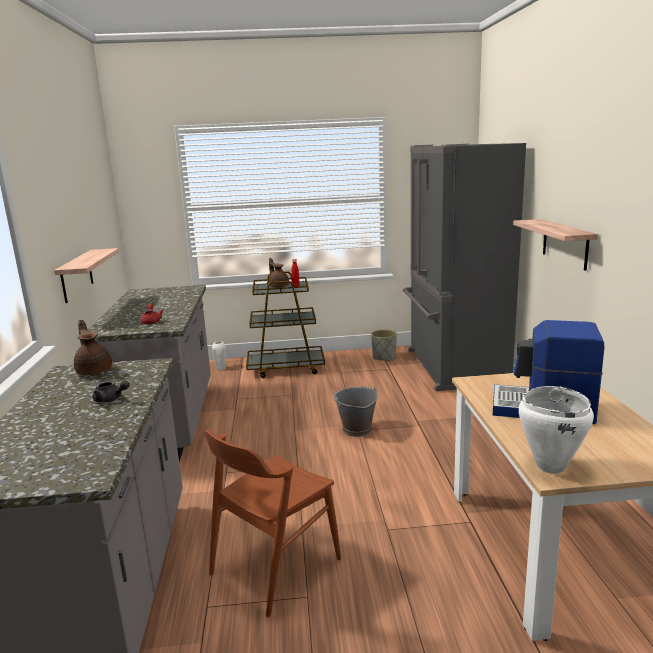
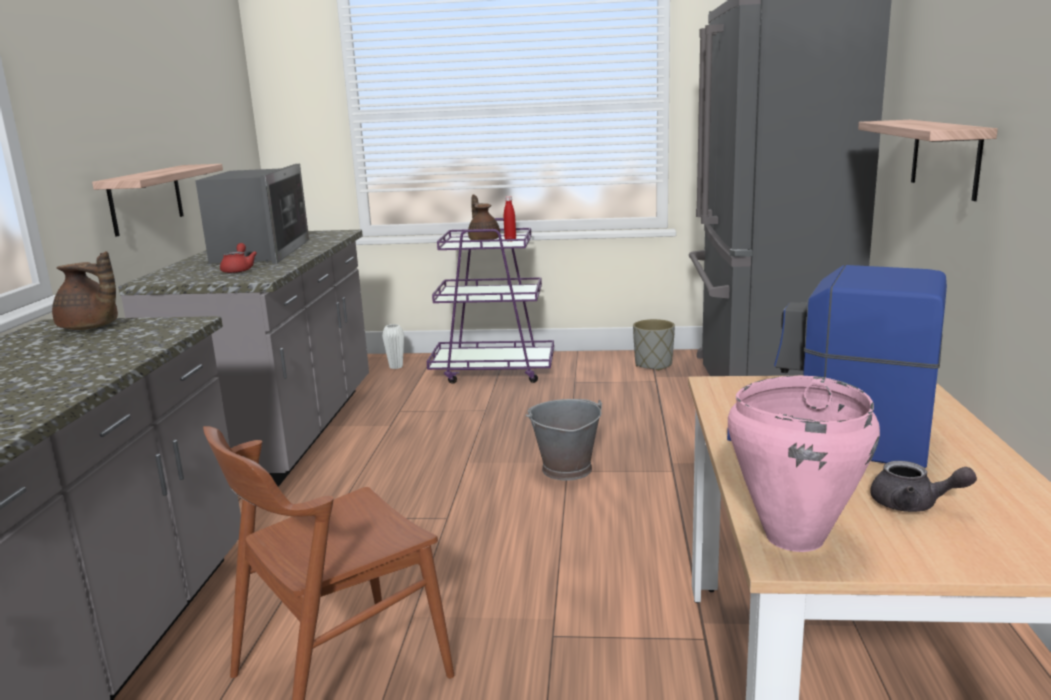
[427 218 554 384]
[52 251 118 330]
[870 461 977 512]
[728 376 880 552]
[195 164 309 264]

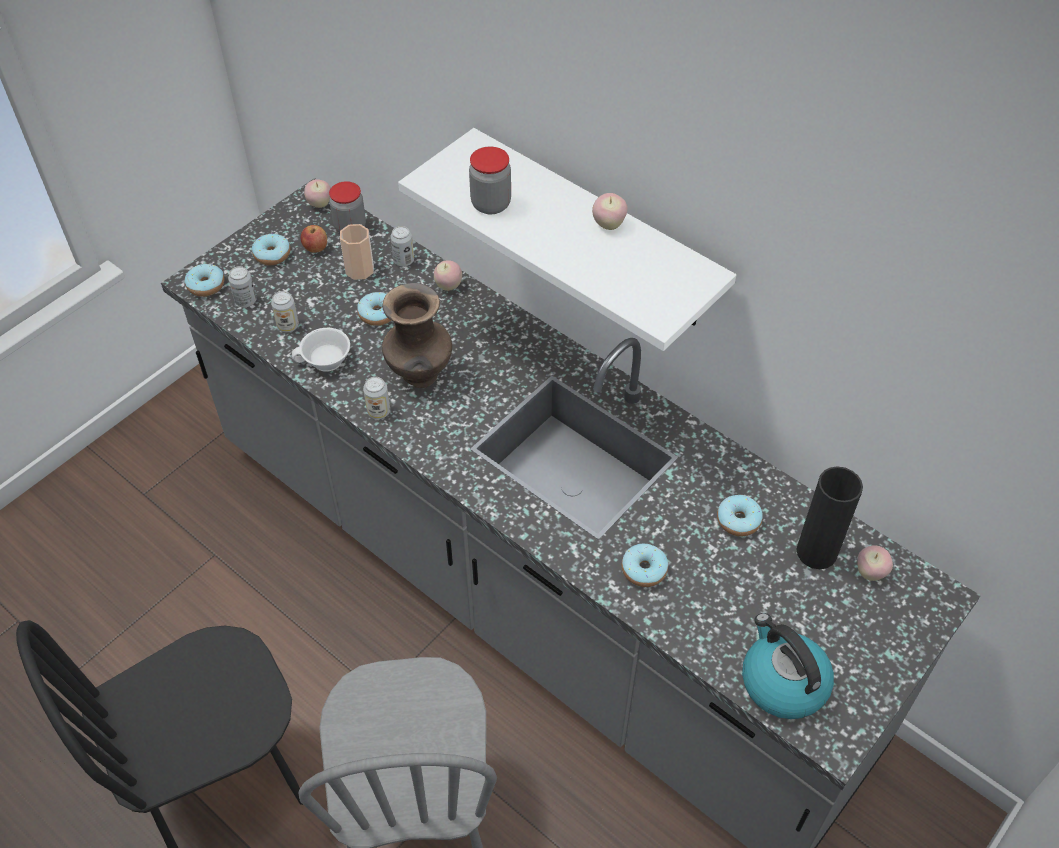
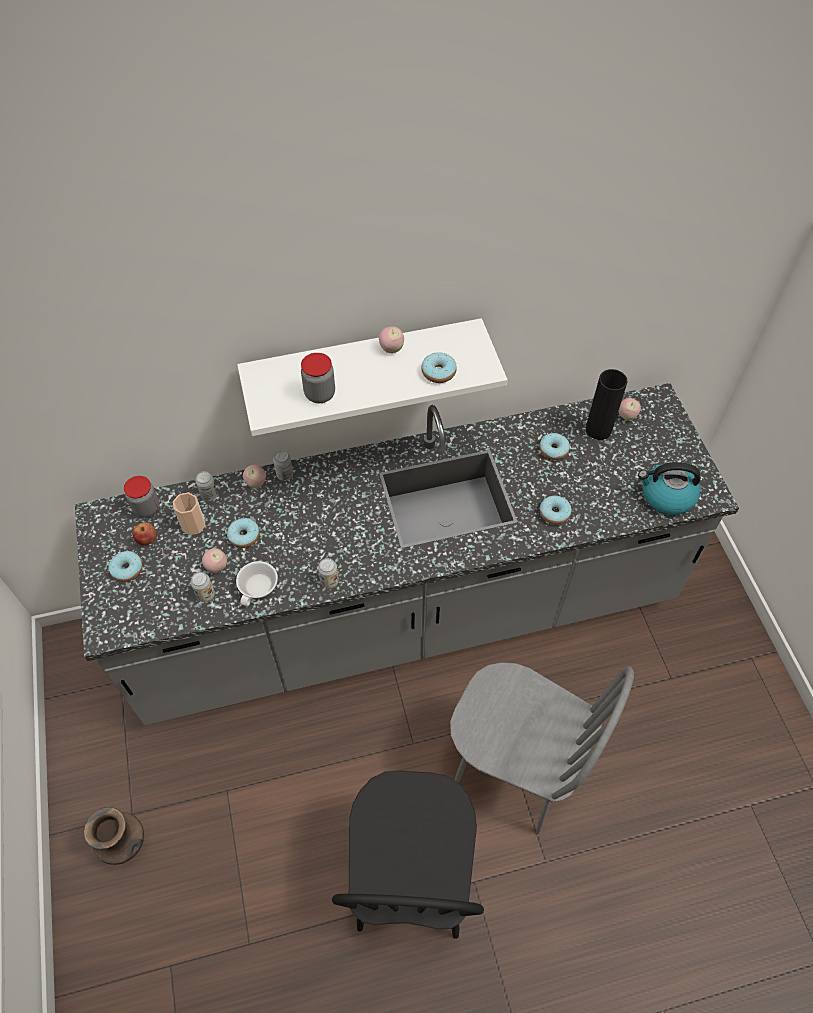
[202 548 227 573]
[421 352 457 383]
[273 451 293 481]
[84 807 144 865]

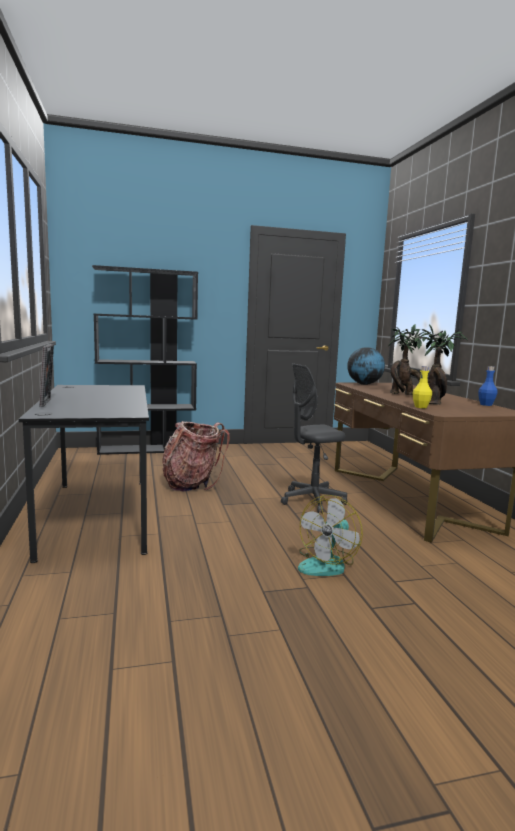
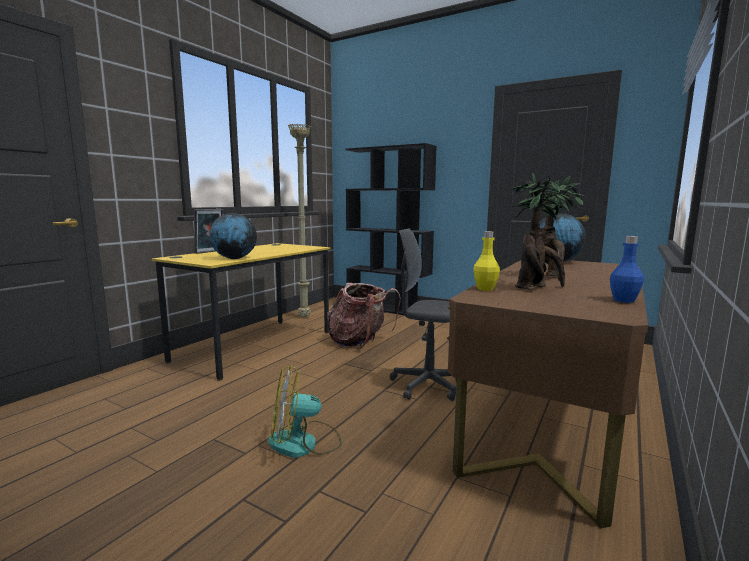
[152 243 330 381]
[288 123 311 318]
[209 213 257 259]

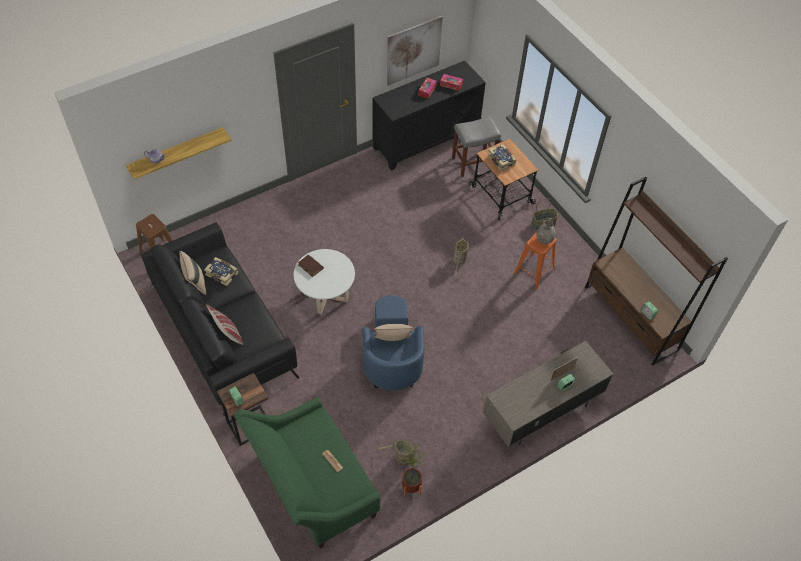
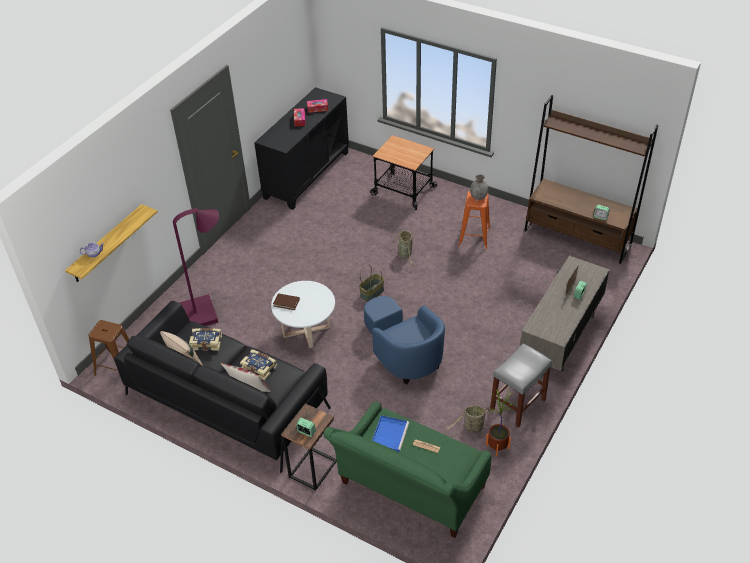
[387 16 443 86] (first image)
[490 344 552 428]
[240 349 277 380]
[359 264 384 302]
[374 324 413 341] (first image)
[173 208 219 326]
[372 415 409 452]

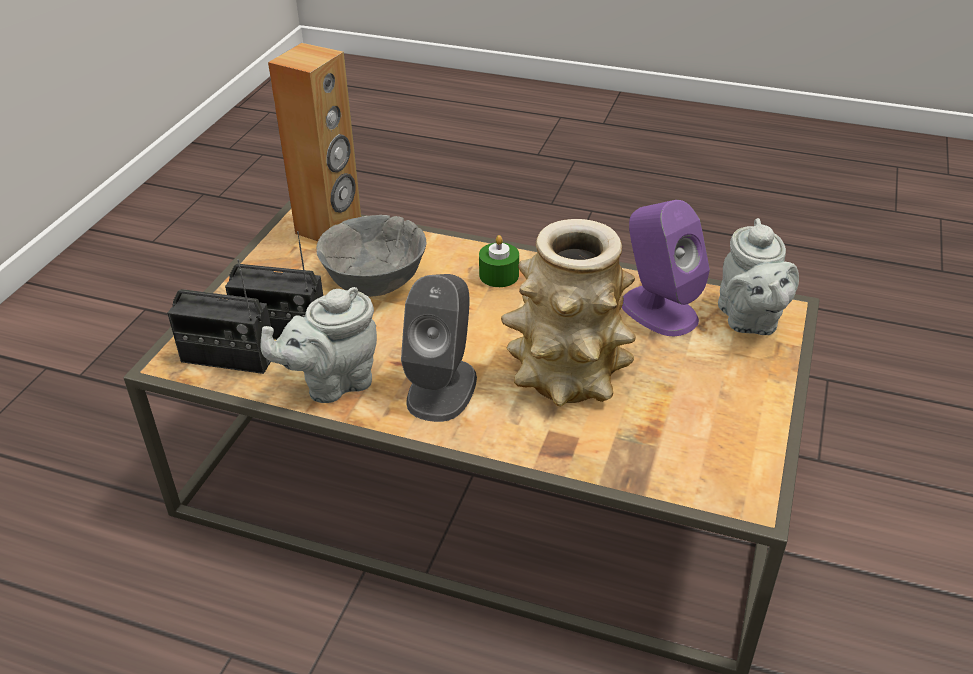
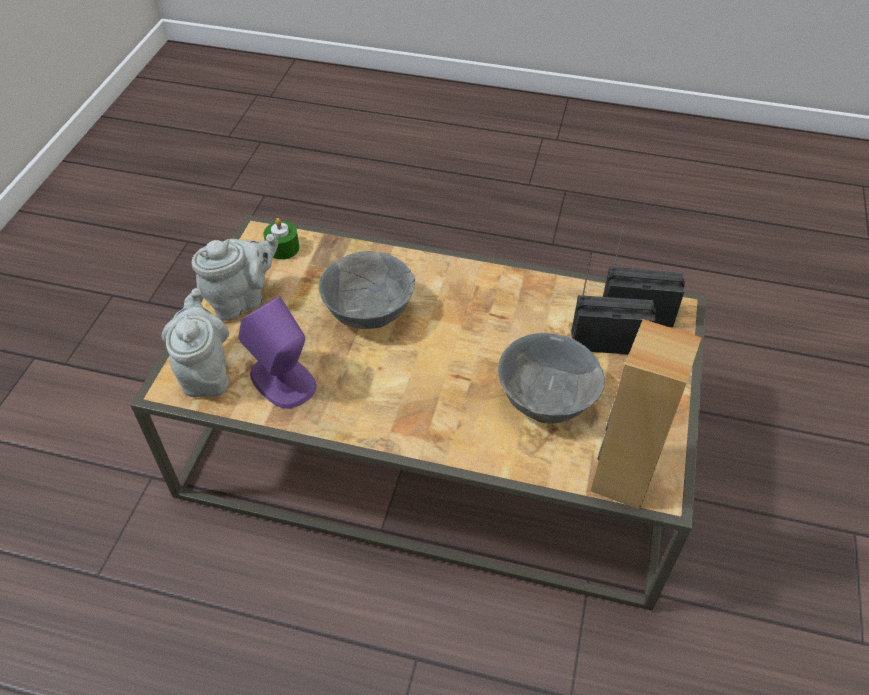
[318 251 415 329]
[264 218 300 260]
[401 274 477 422] (first image)
[192 234 278 321]

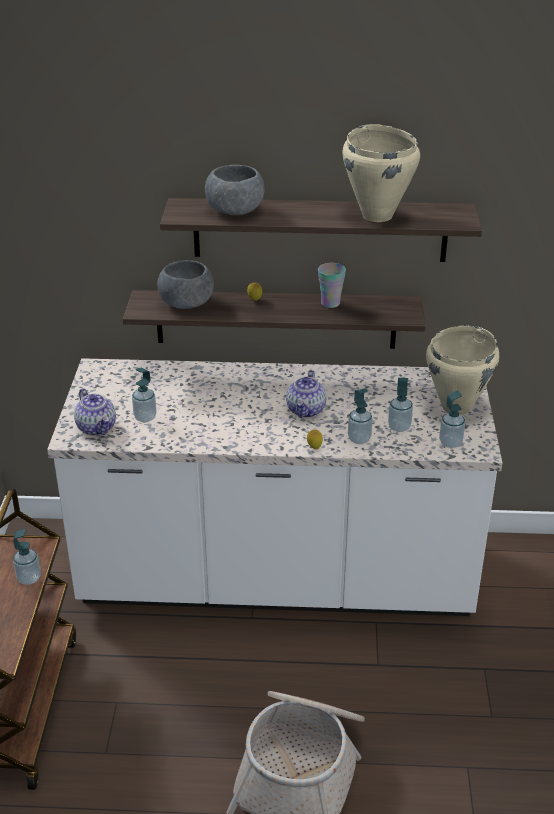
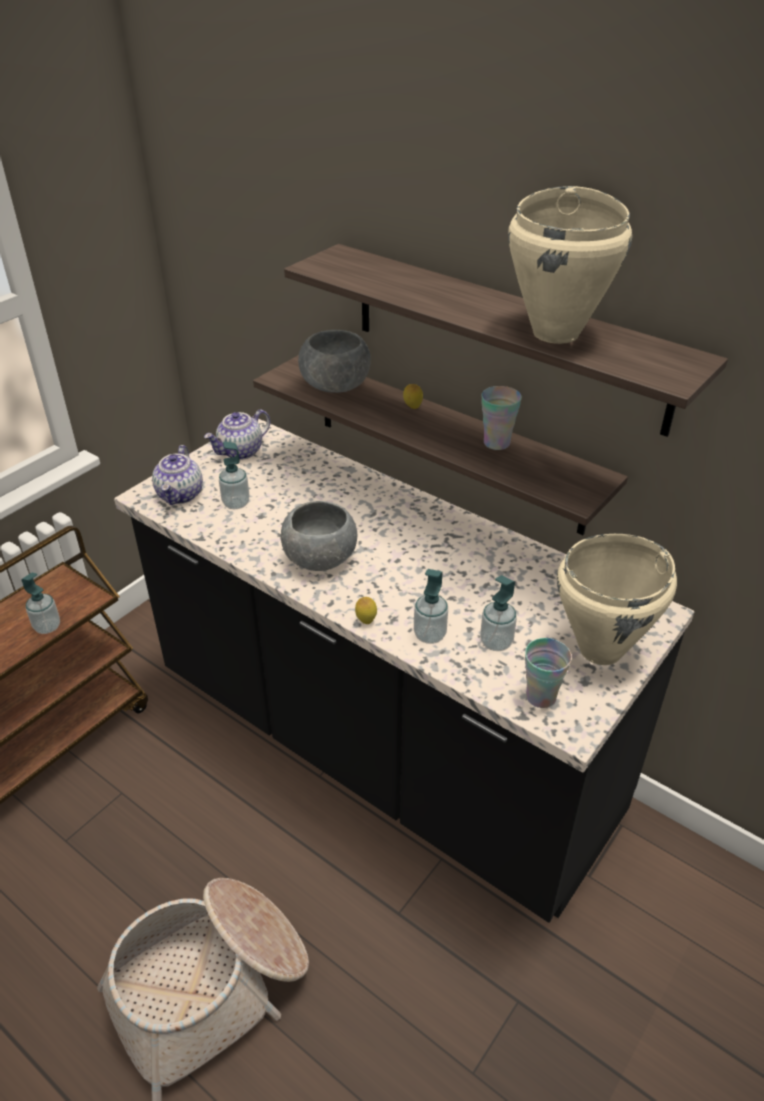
[281 501 357 571]
[114 418 694 923]
[204 409 270 460]
[525 638 572 708]

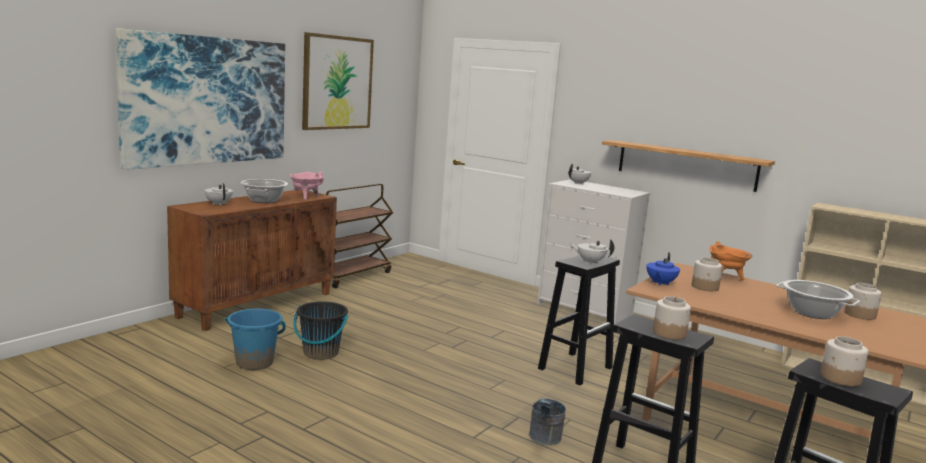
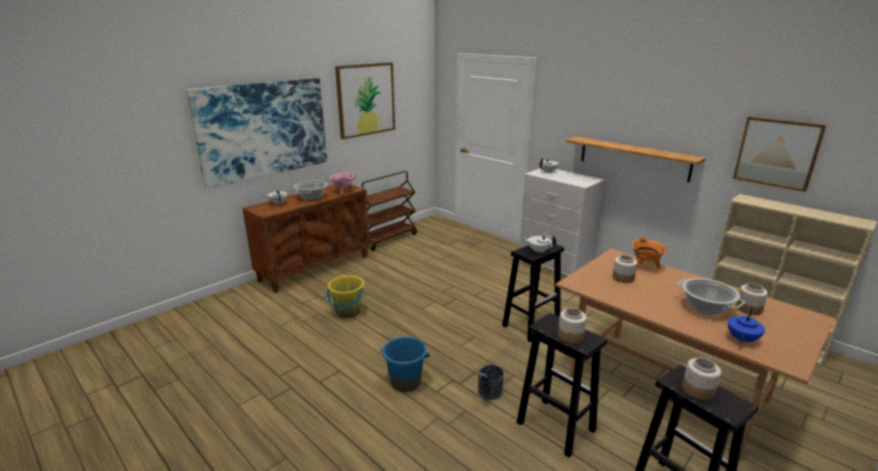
[728 308 765 343]
[327 276 364 318]
[380 337 430 392]
[733 116 826 192]

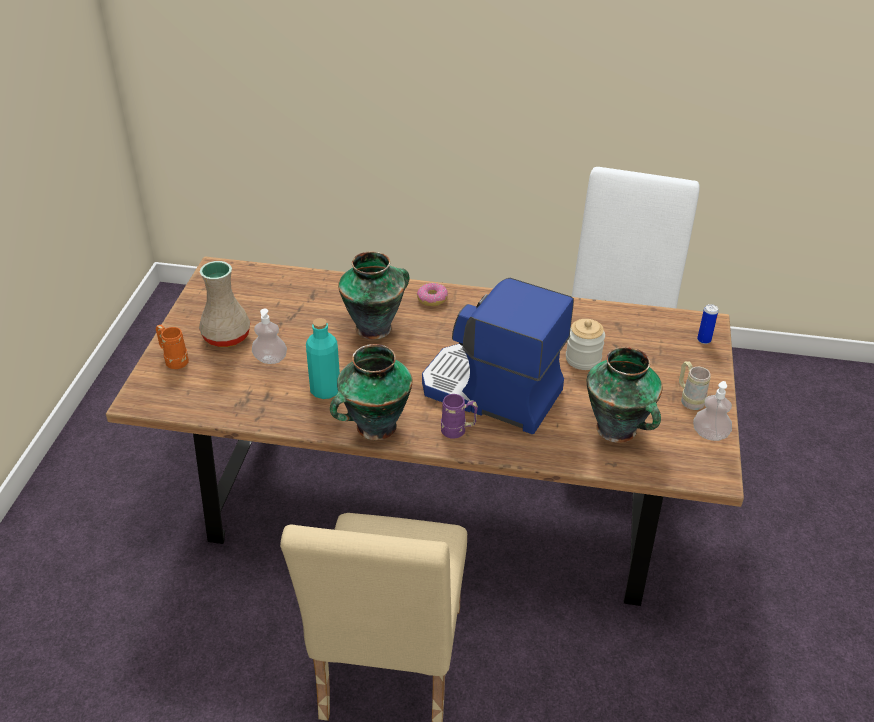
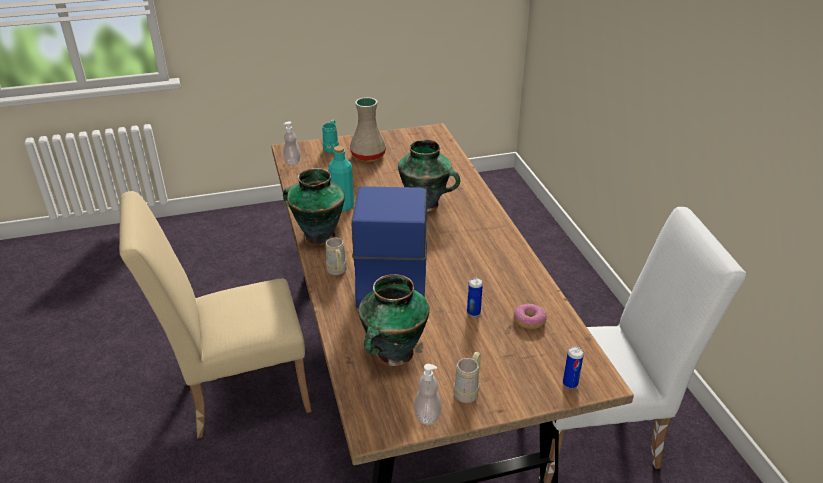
[513 304 547 329]
[283 121 301 165]
[467 278 483 316]
[322 120 339 153]
[326 238 347 275]

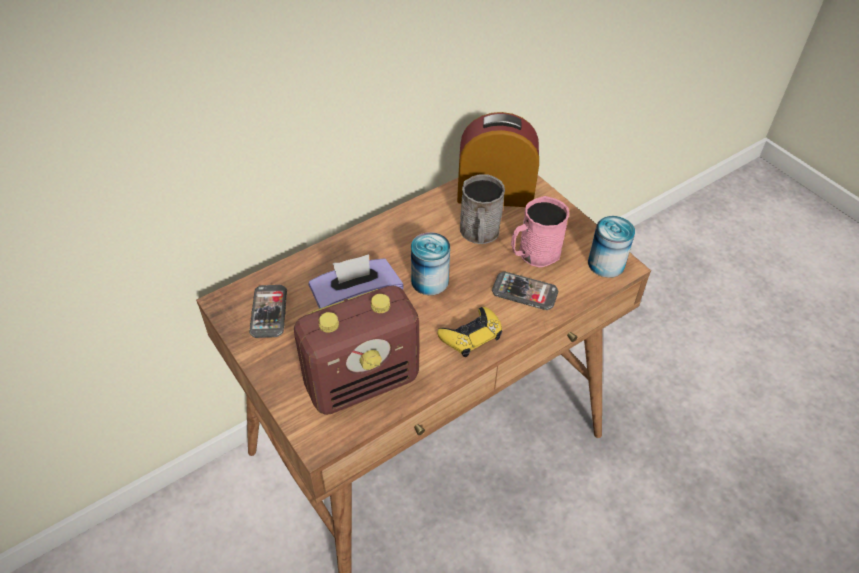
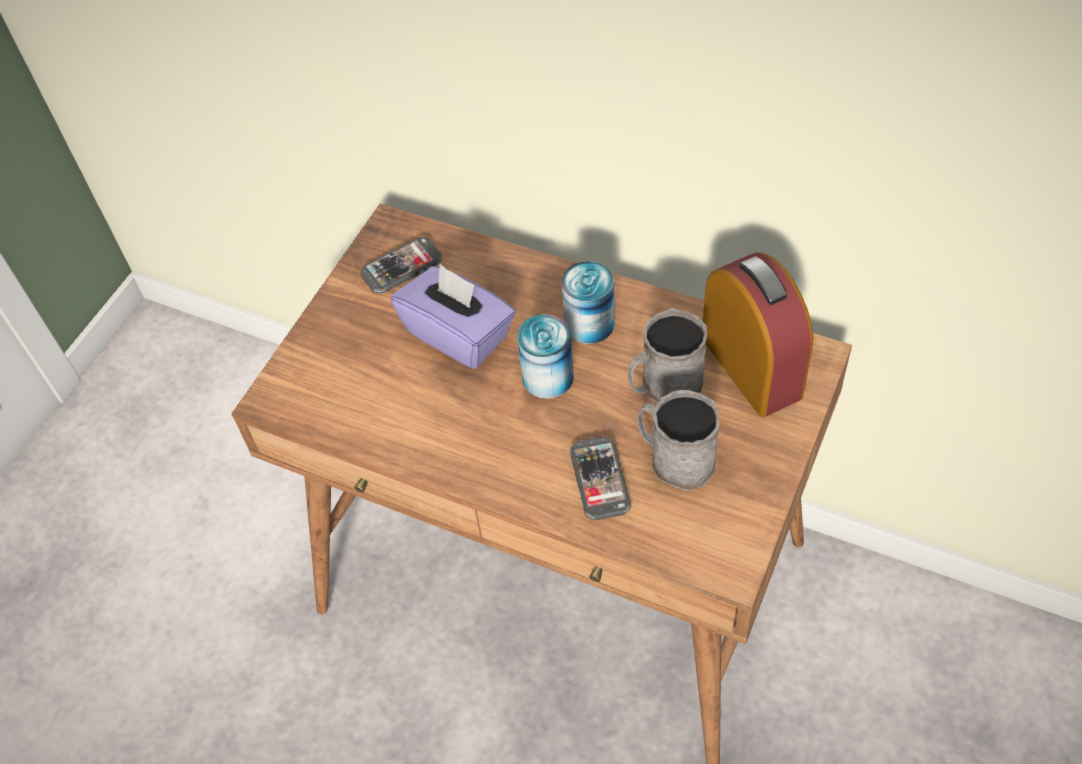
[637 390 719 491]
[561 261 615 344]
[294 286 419 415] (first image)
[437 307 502 357] (first image)

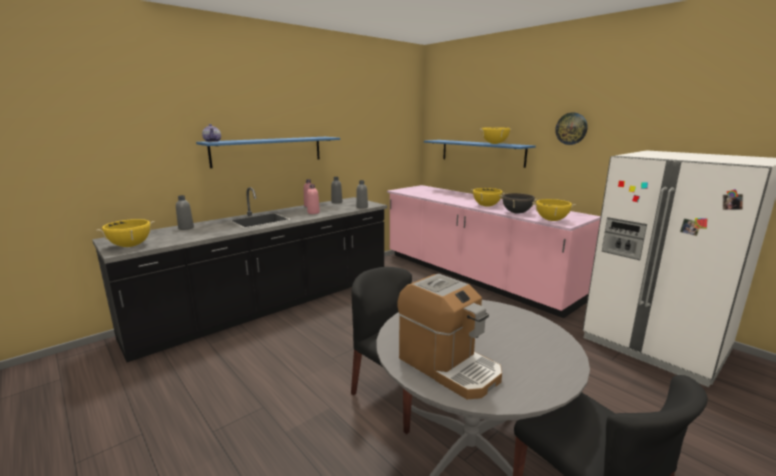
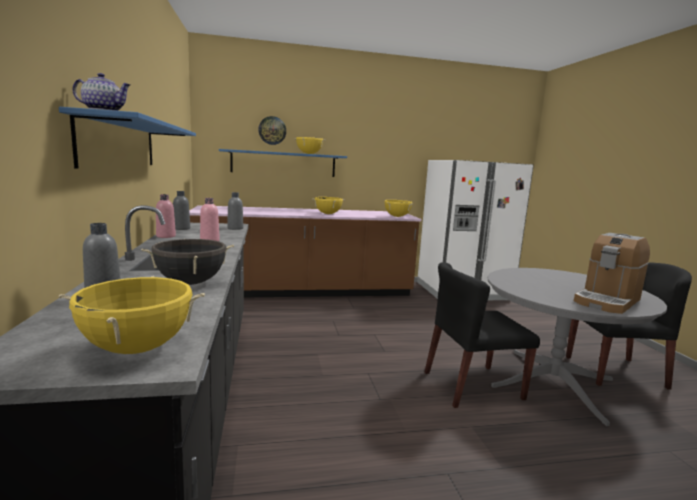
[258 116 286 145]
[189 205 422 297]
[141 239 234 285]
[574 233 650 314]

